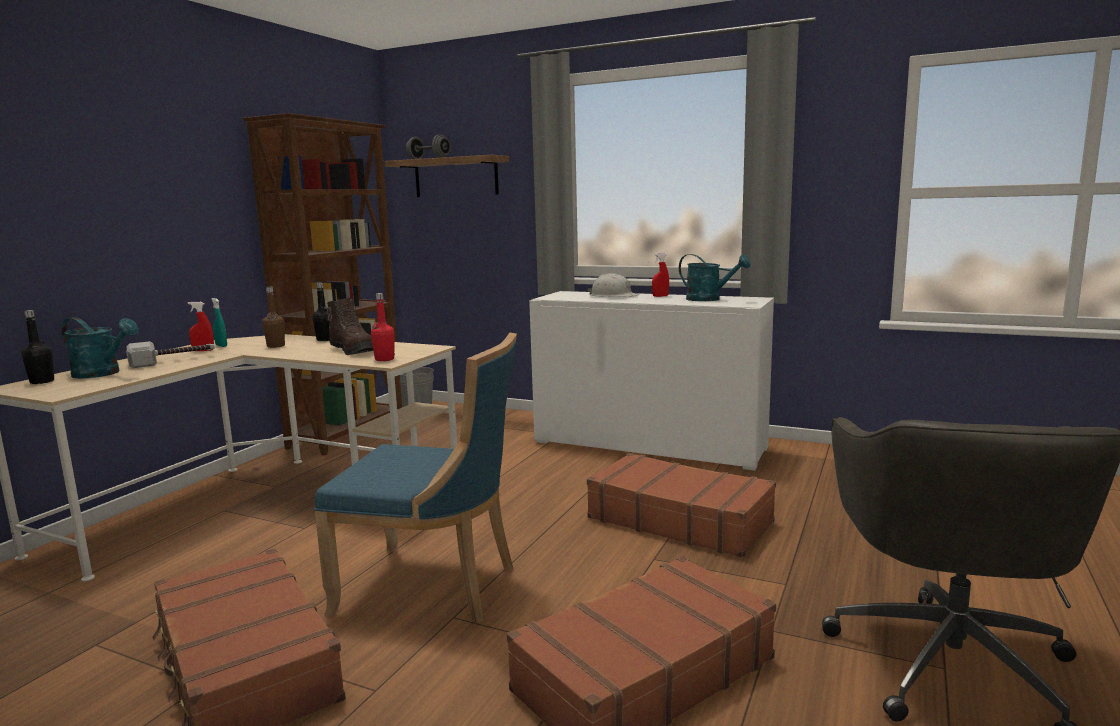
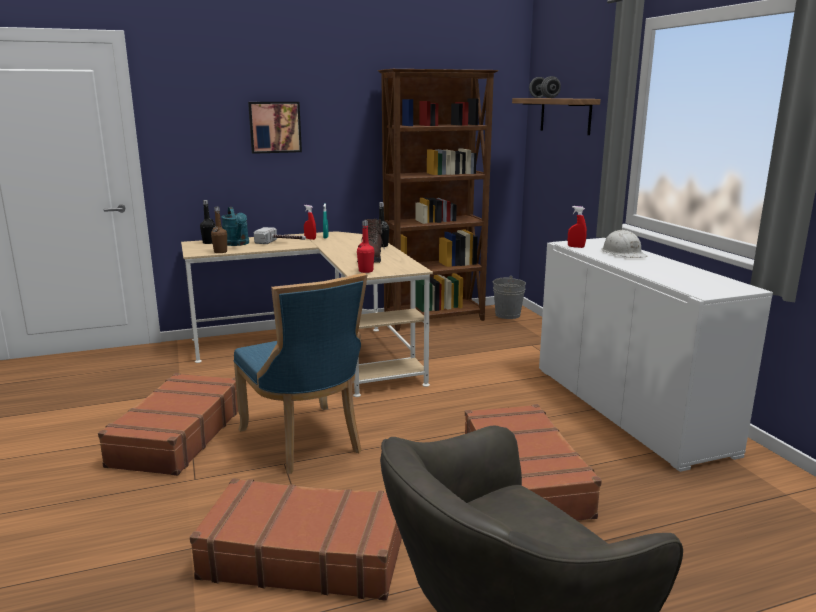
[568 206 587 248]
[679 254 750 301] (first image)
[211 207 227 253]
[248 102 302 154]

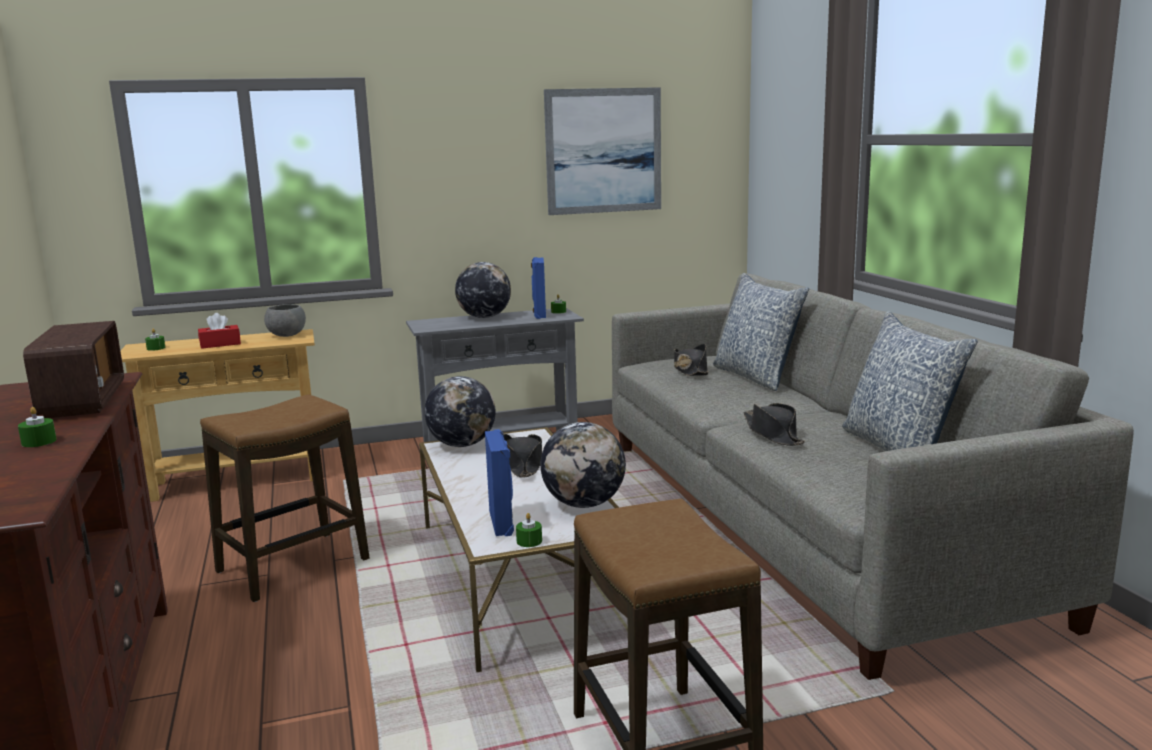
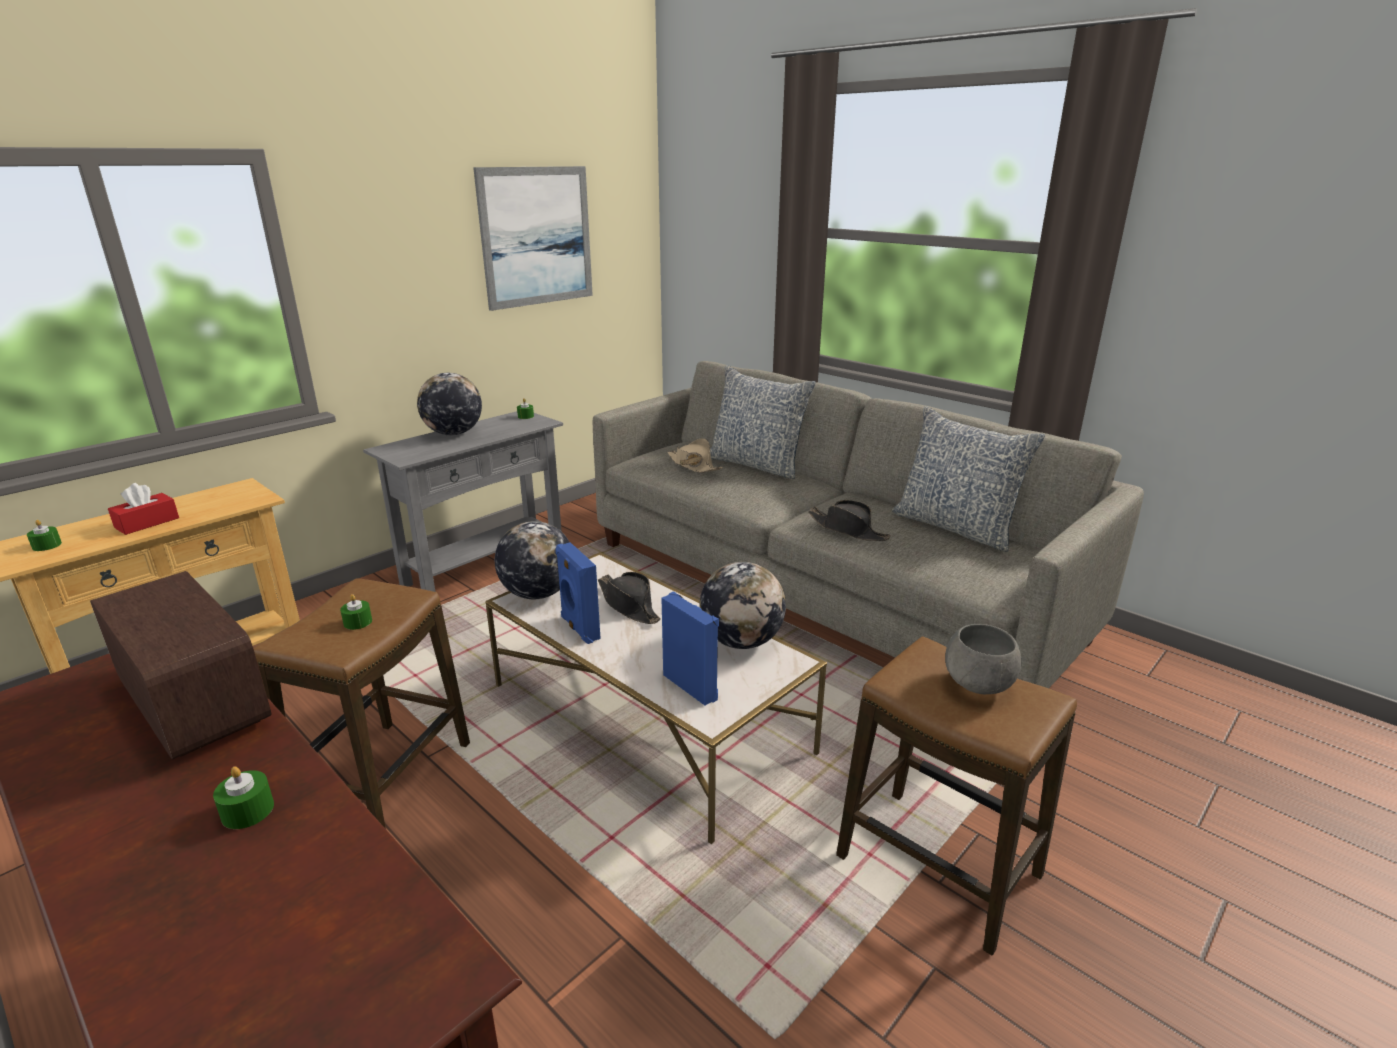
[555 542 601 644]
[945 624 1021 694]
[668 438 723 473]
[340 594 372 630]

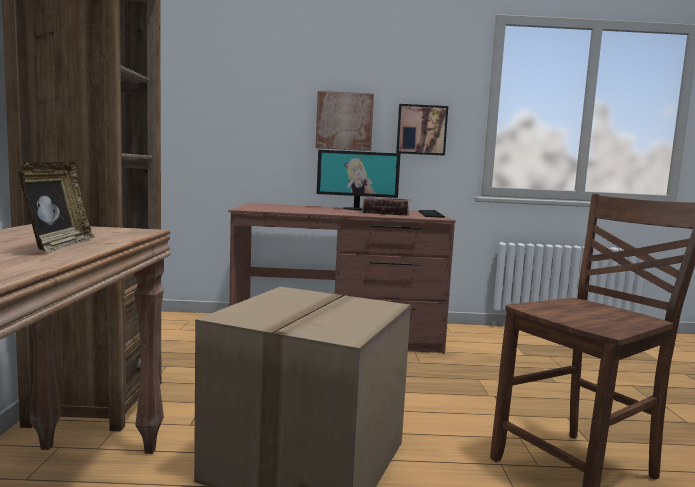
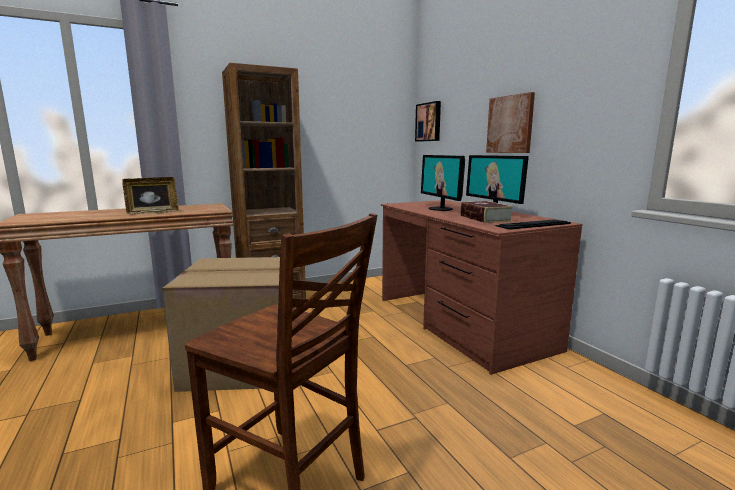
[415 101 441 142]
[421 155 465 211]

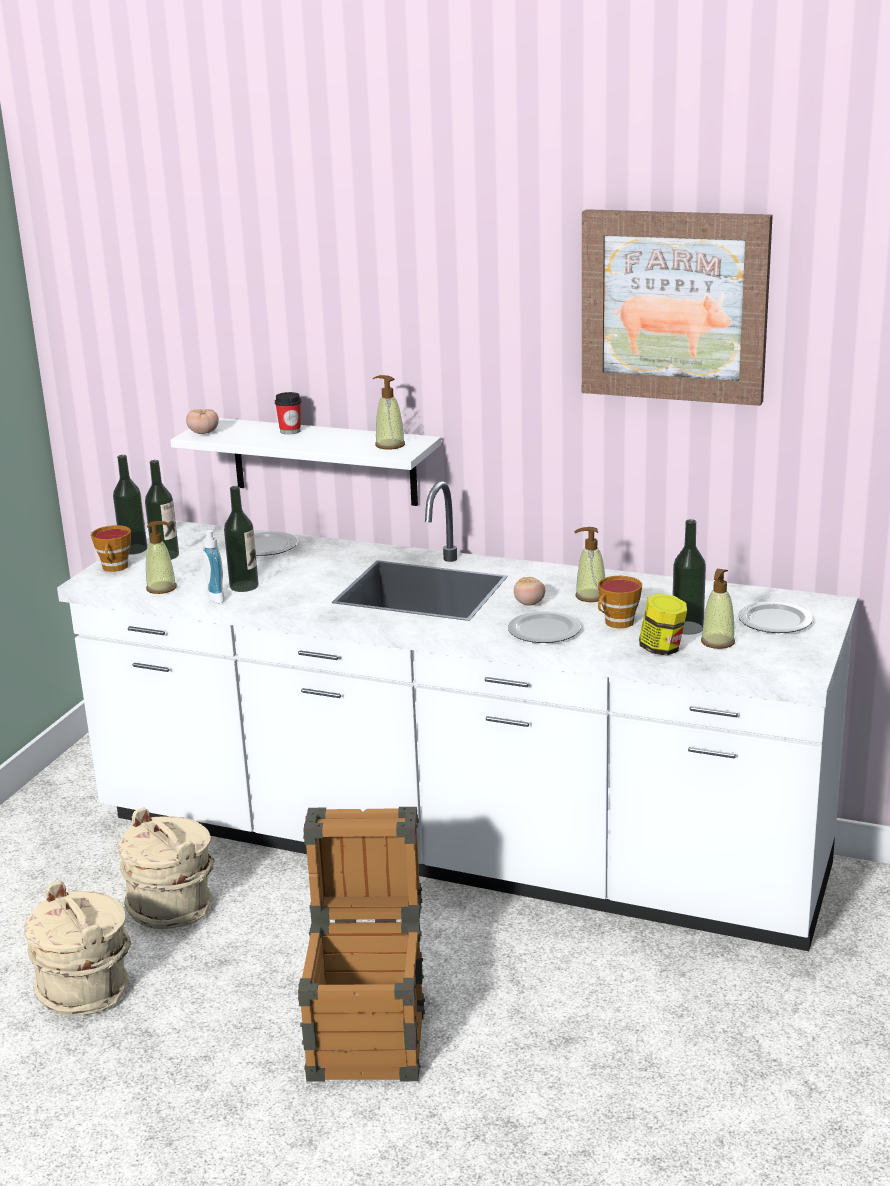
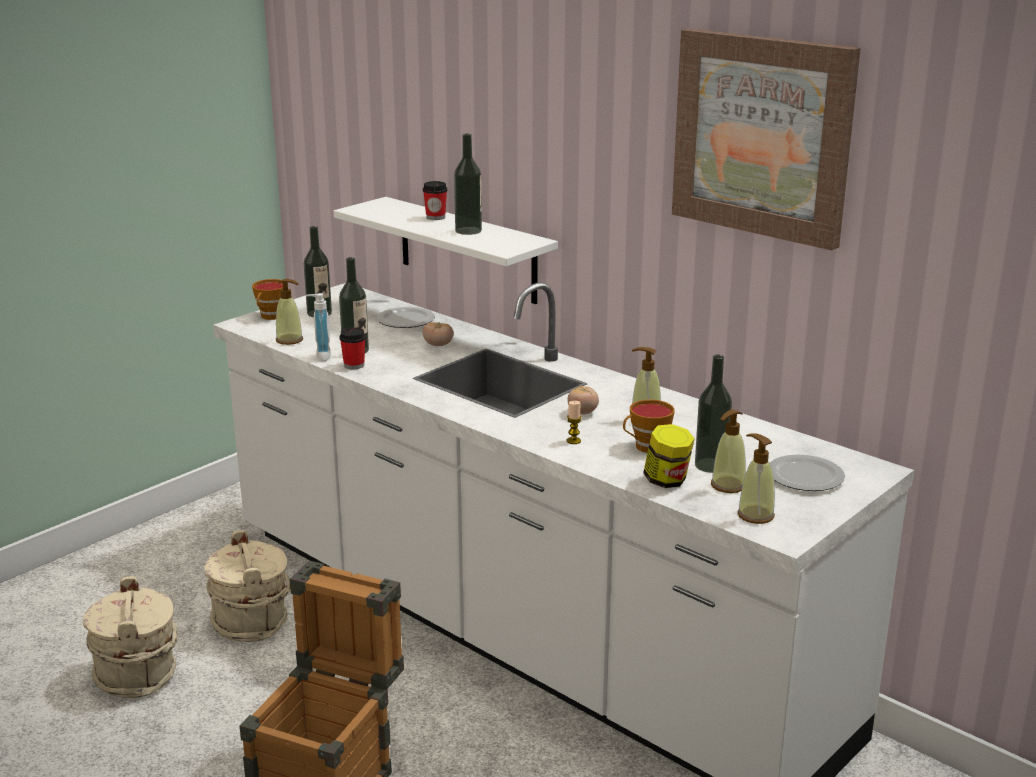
[737 433 775 524]
[423 322 454 346]
[454 134 482 235]
[567 401 582 444]
[339 327 366 370]

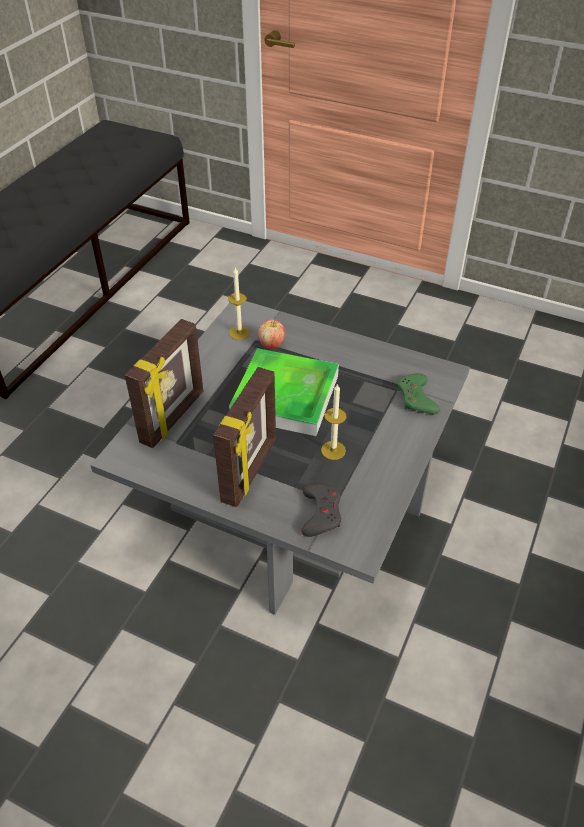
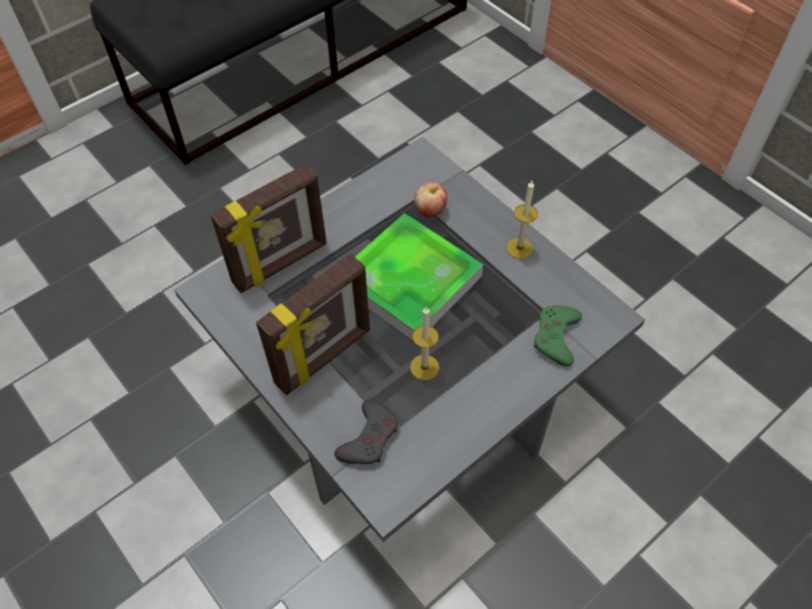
[507 181 538 259]

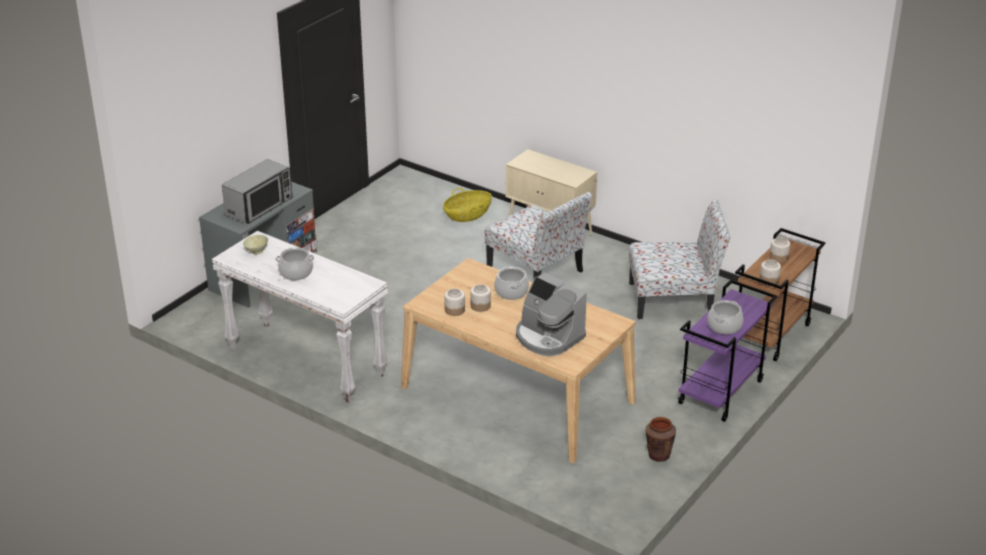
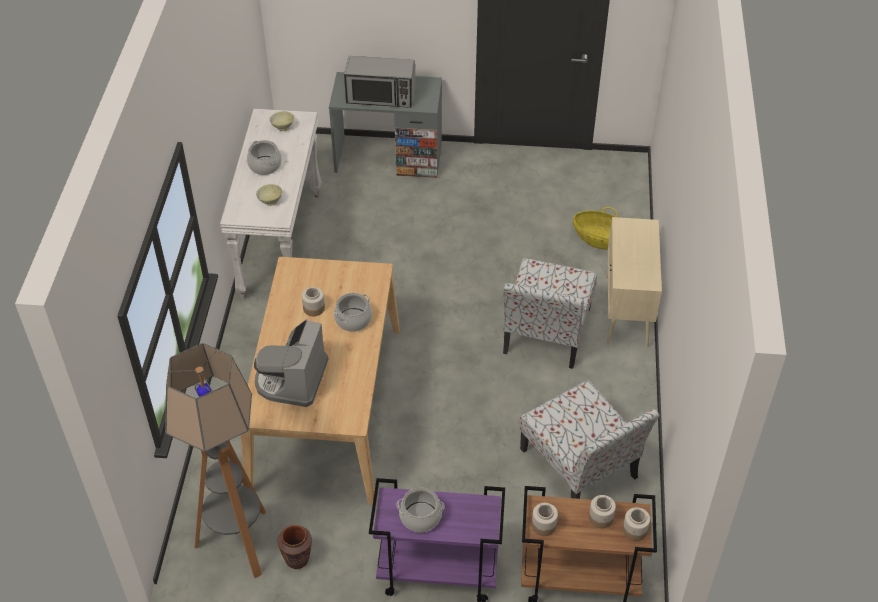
[623 507 650 541]
[256 184 282 206]
[165 343 266 578]

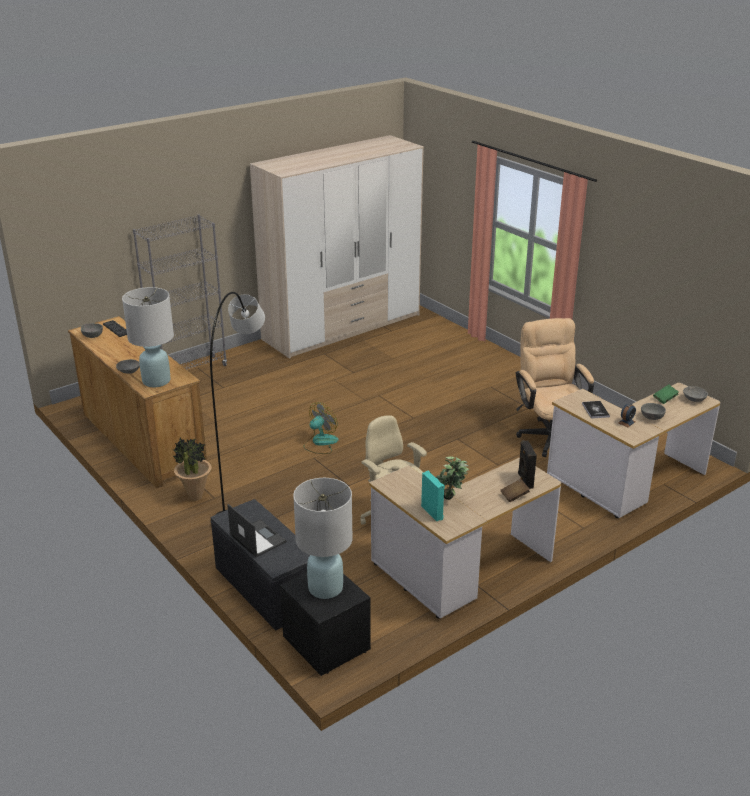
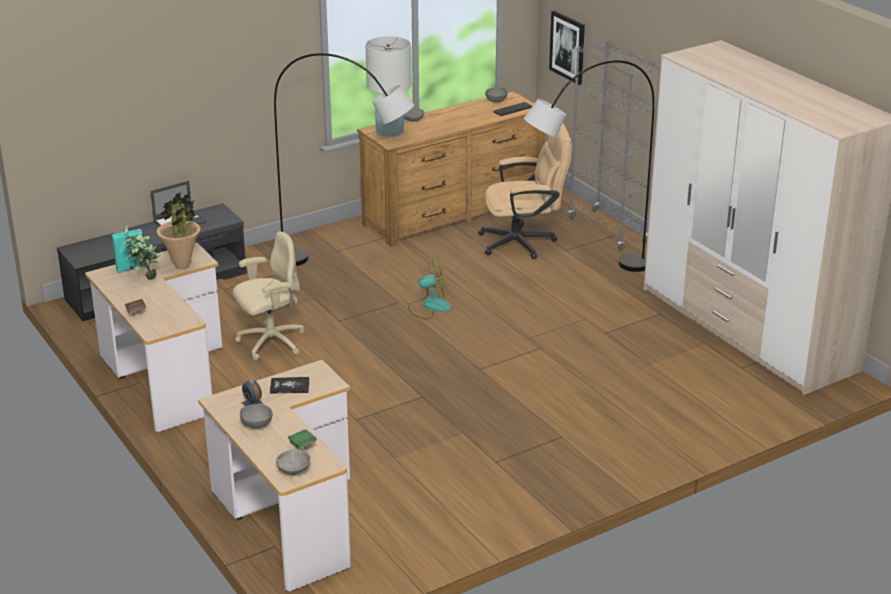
[478 123 572 259]
[408 259 452 319]
[157 192 200 269]
[518 440 537 489] (first image)
[293 478 353 599] (first image)
[549 11 585 85]
[524 60 654 272]

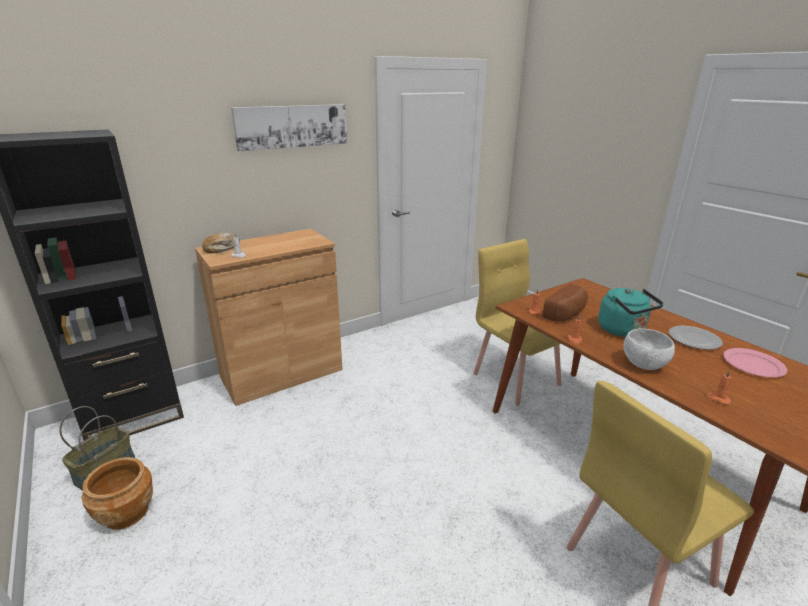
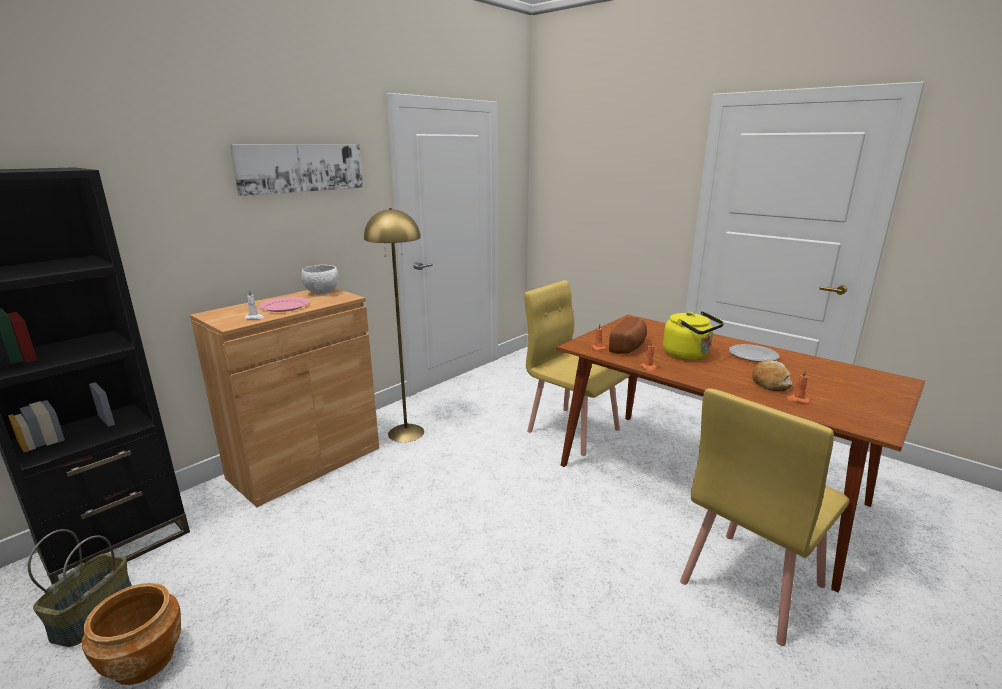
[752 360 792 391]
[663 311 724 360]
[301 265 339 294]
[259 297 309 312]
[364 208 424 442]

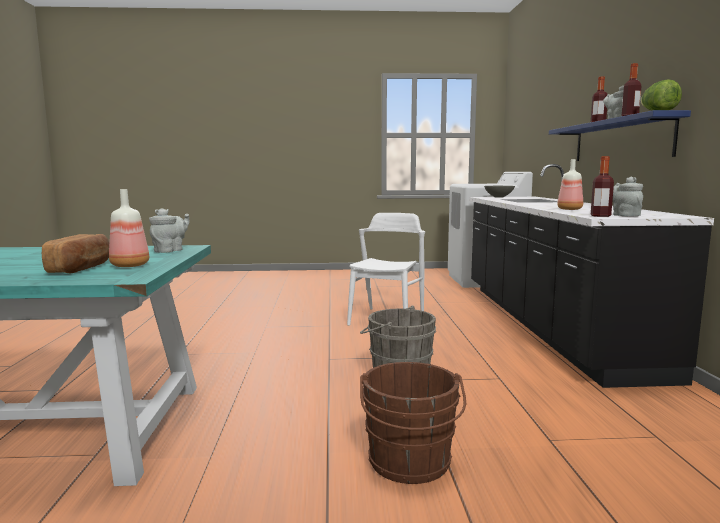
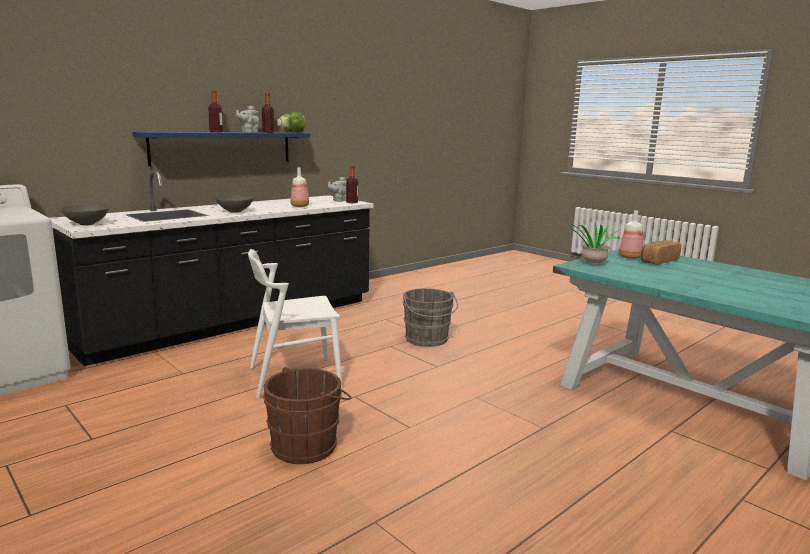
[566 223 621 263]
[263 367 351 464]
[215 196 254 213]

